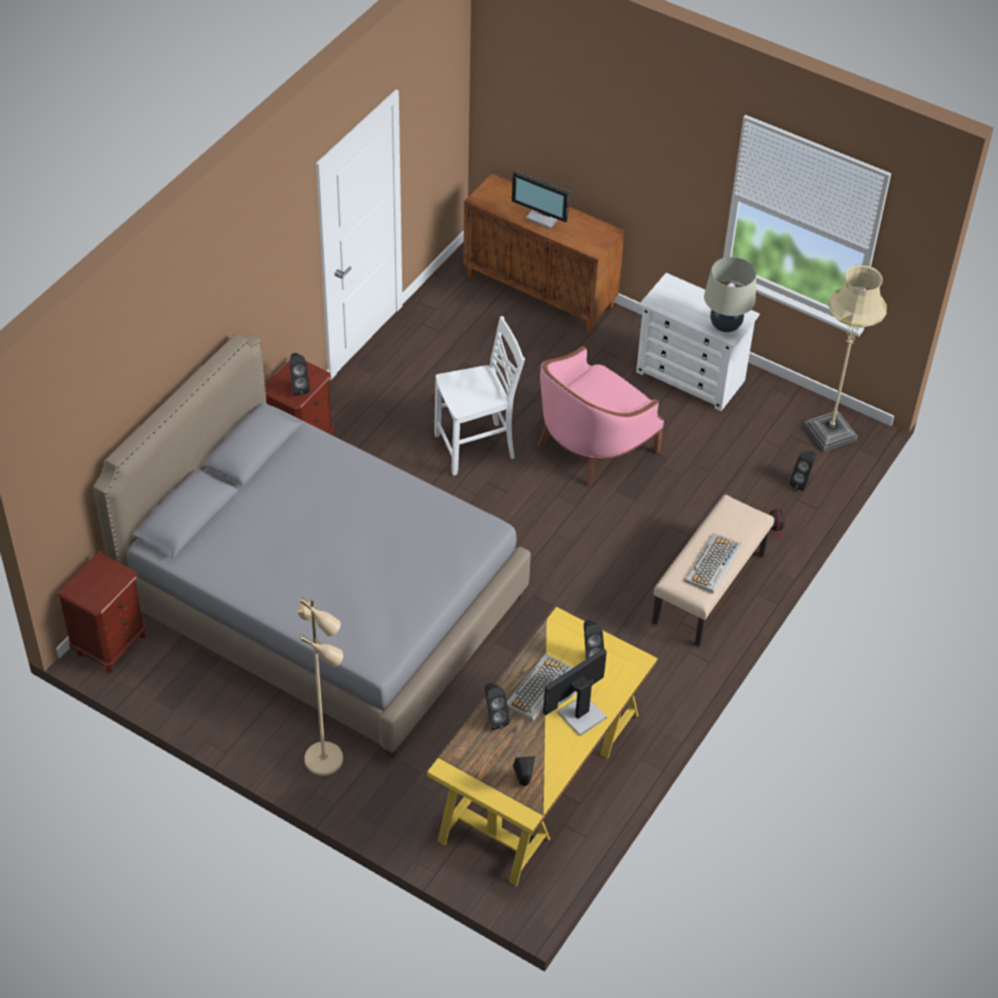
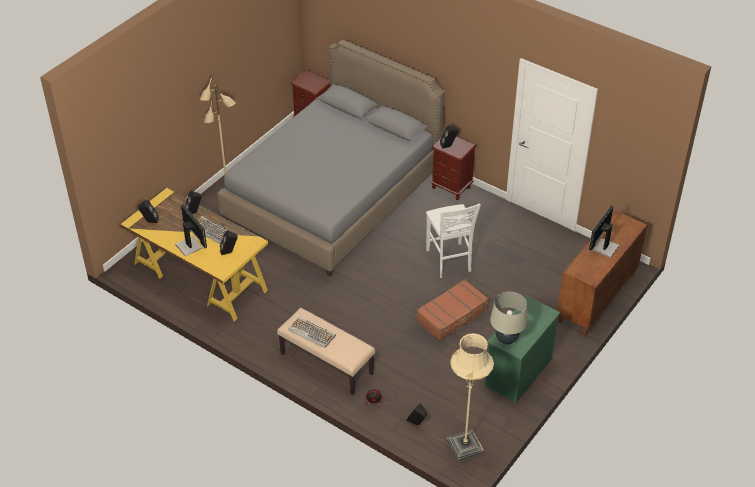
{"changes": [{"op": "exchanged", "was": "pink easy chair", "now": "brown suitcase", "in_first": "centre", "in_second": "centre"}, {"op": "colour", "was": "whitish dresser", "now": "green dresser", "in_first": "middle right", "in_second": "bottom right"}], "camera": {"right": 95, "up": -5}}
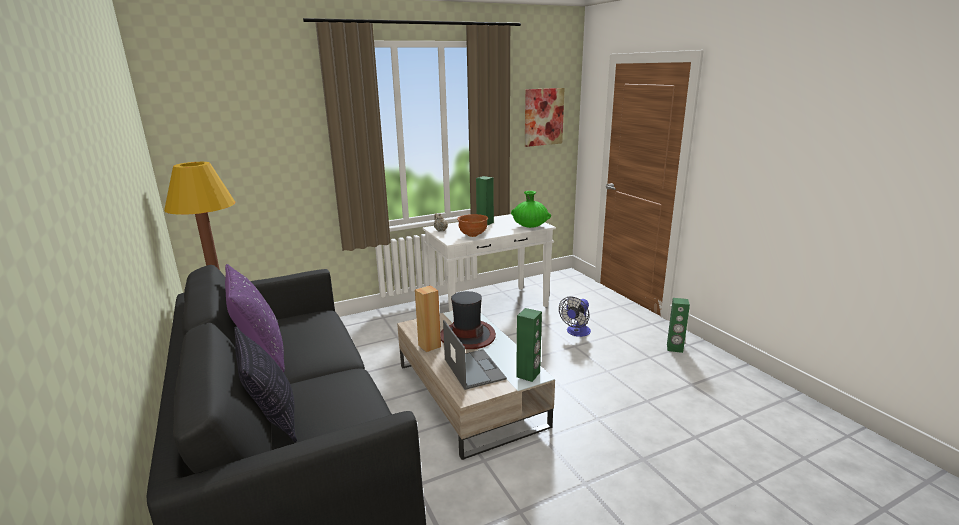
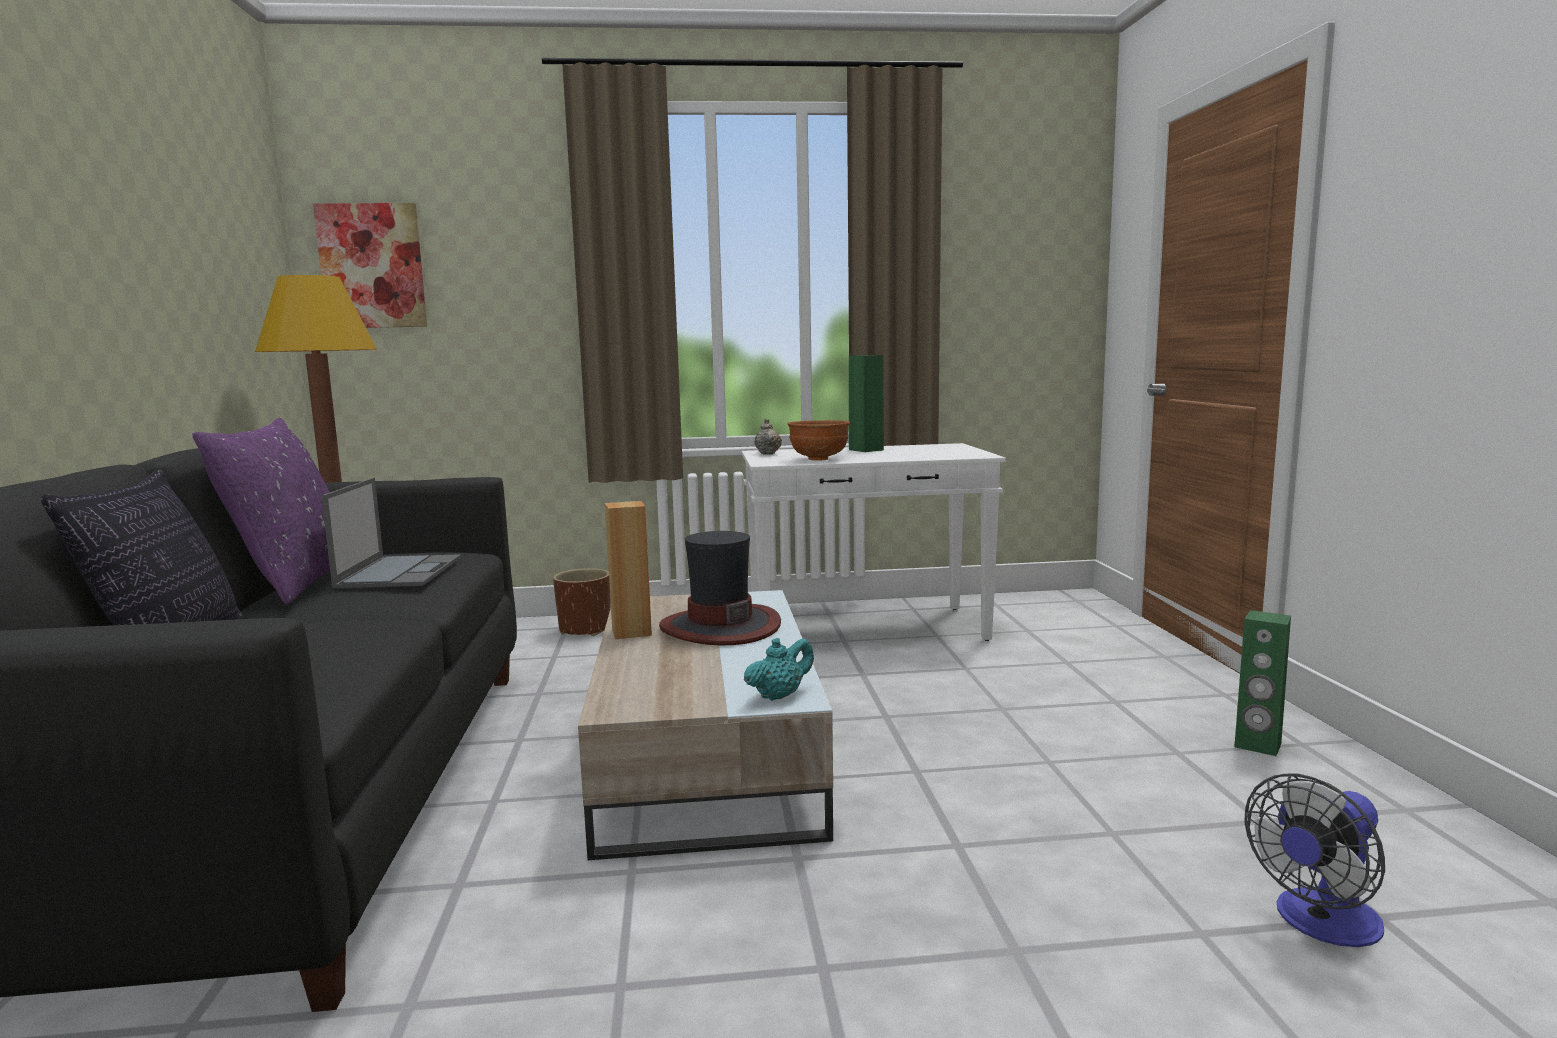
{"changes": [{"op": "missing", "was": "green vase", "in_first": "centre"}, {"op": "appeared", "now": "brown plant pot", "in_second": "centre"}, {"op": "relocated", "was": "laptop", "in_first": "bottom centre", "in_second": "middle left"}, {"op": "relocated", "was": "wall art", "in_first": "top centre", "in_second": "top left"}, {"op": "relocated", "was": "fan", "in_first": "centre", "in_second": "bottom right"}, {"op": "exchanged", "was": "green speaker (no. 2 from left)", "now": "turquoise-coloured tea pot", "in_first": "centre", "in_second": "centre"}], "camera": {"right": 20, "up": -10}}
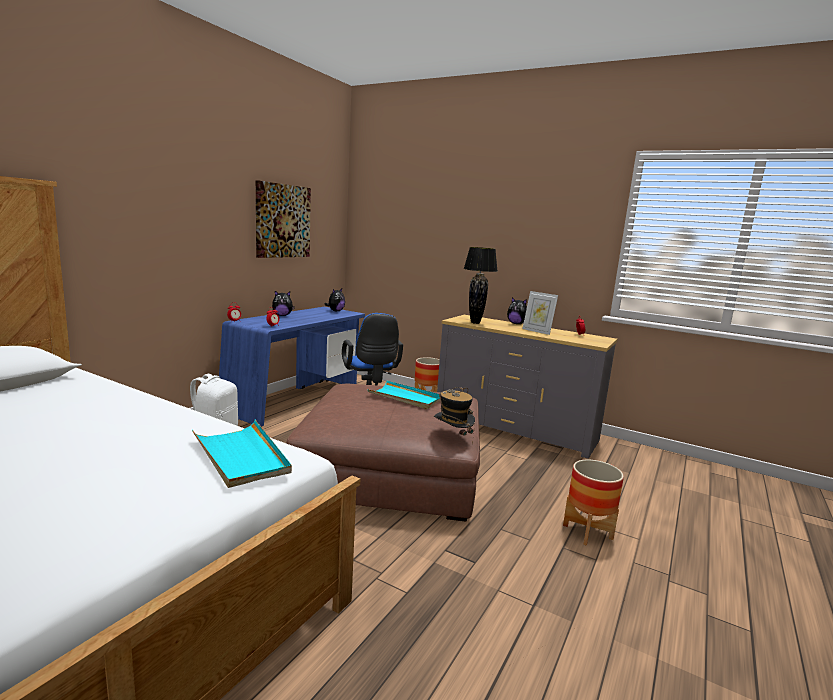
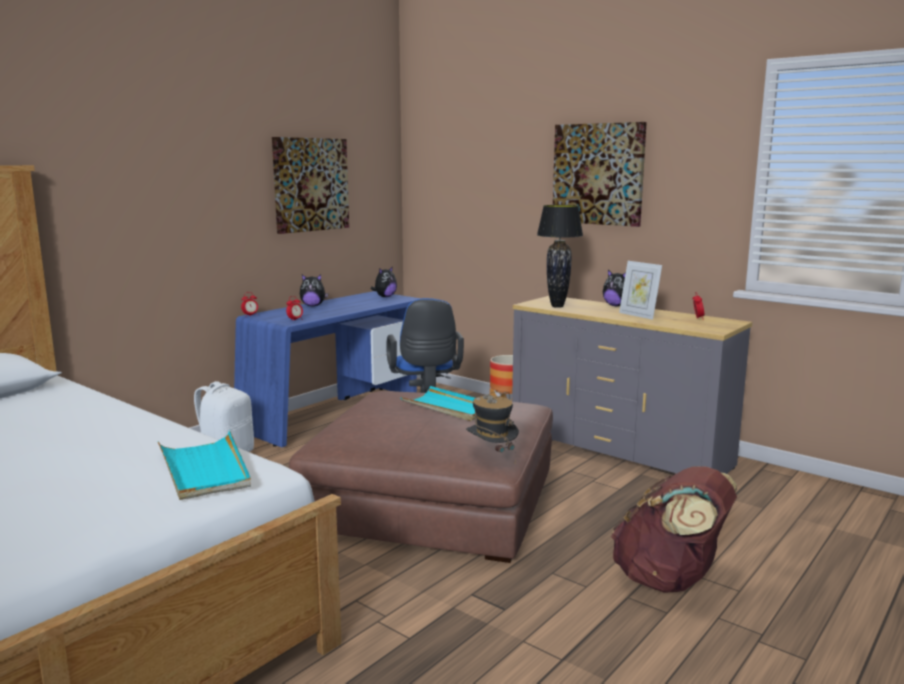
{"changes": [{"op": "appeared", "now": "wall art (no. 2 from left)", "in_second": "top centre"}, {"op": "exchanged", "was": "plant pot (no. 2 from left)", "now": "brown backpack", "in_first": "bottom right", "in_second": "bottom right"}], "camera": {"right": 10, "up": 0}}
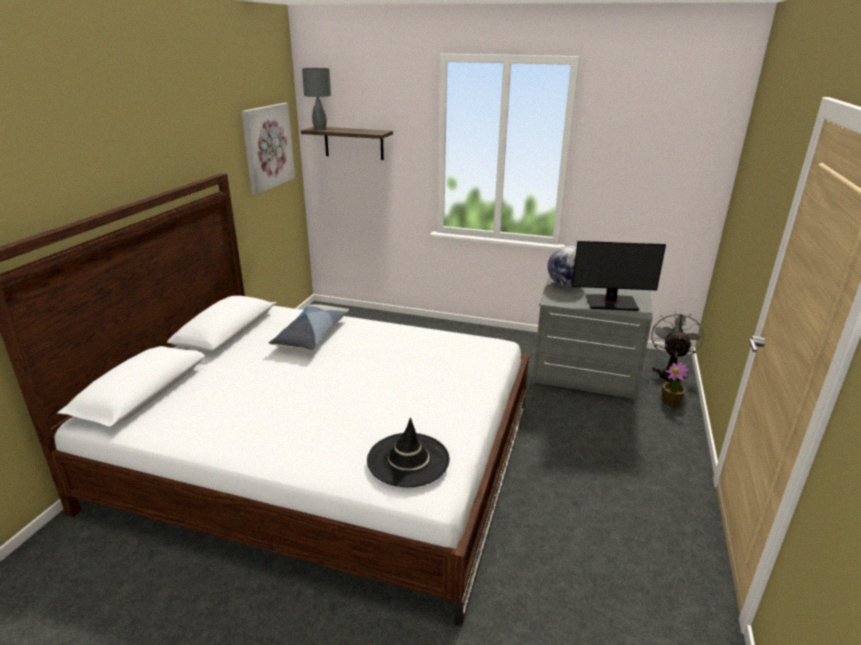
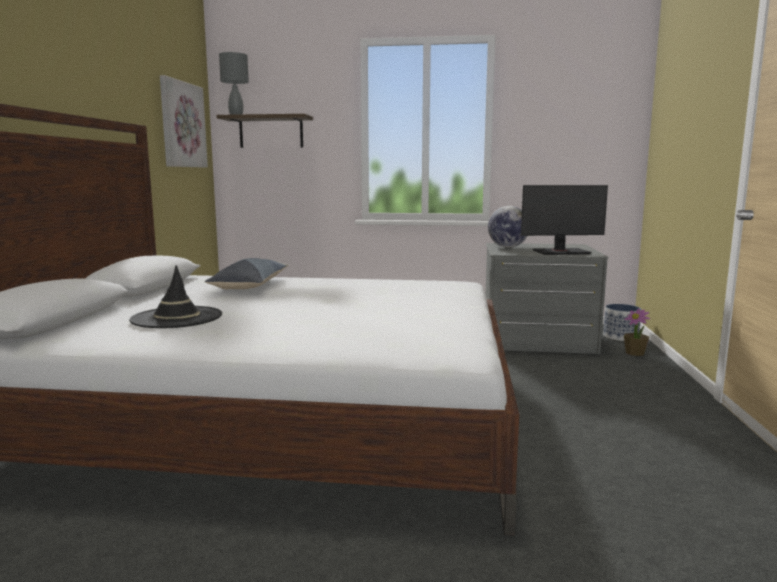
{"changes": [{"op": "relocated", "was": "blackish wearable hat", "in_first": "bottom centre", "in_second": "middle left"}, {"op": "exchanged", "was": "gray fan", "now": "plant pot", "in_first": "middle right", "in_second": "middle right"}], "camera": {"right": -10, "up": -15}}
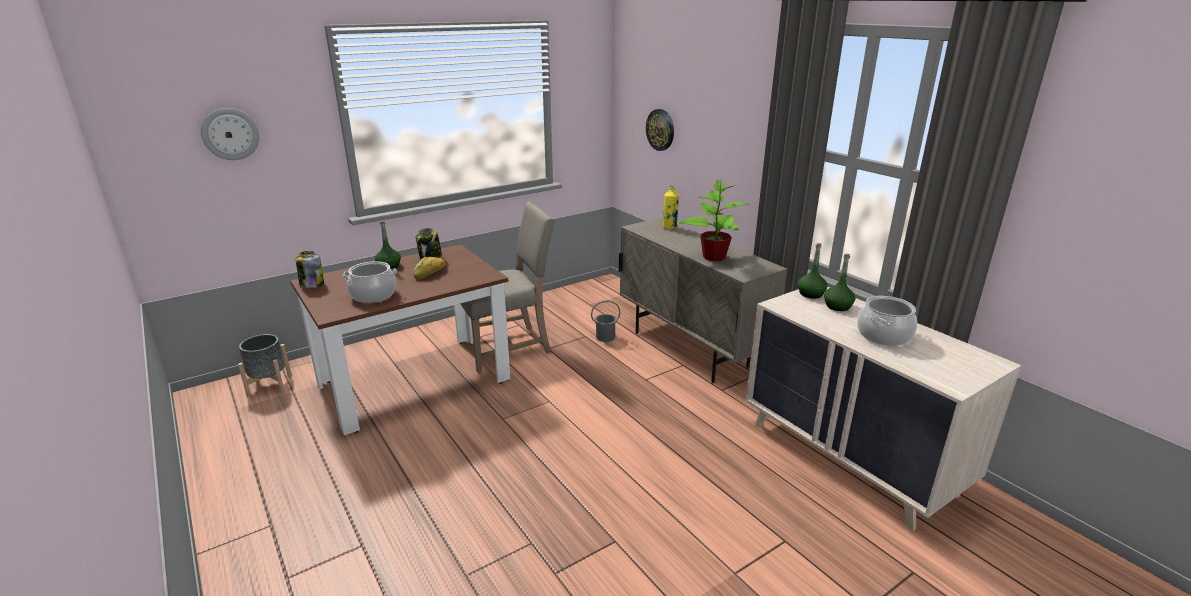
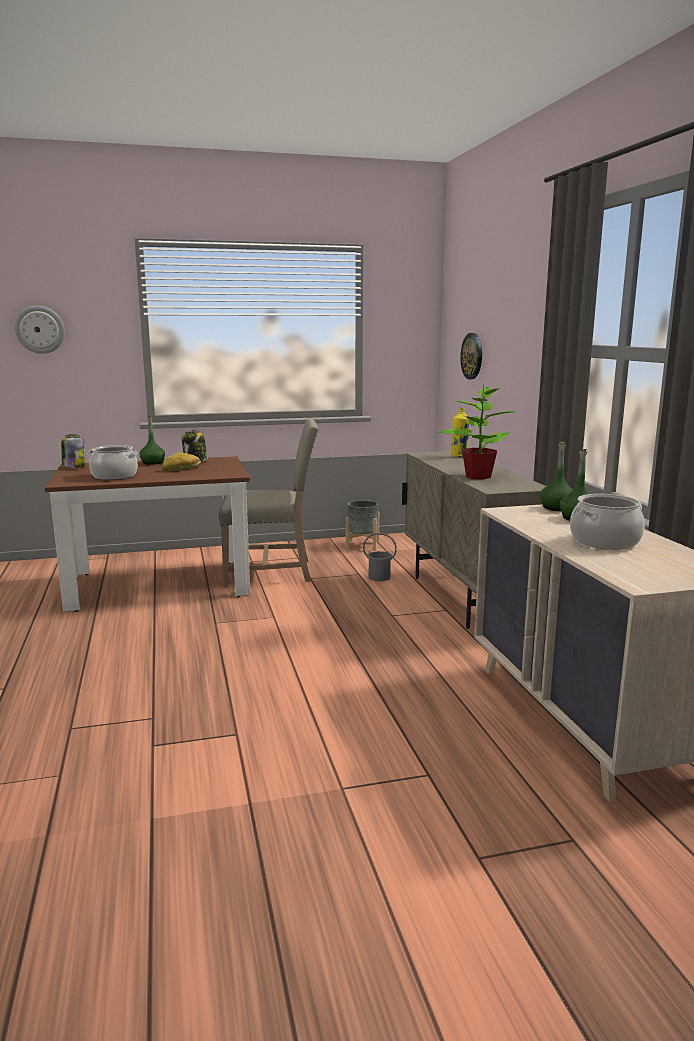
{"changes": [{"op": "relocated", "was": "gray plant pot", "in_first": "middle left", "in_second": "centre"}], "camera": {"right": 20, "up": -10}}
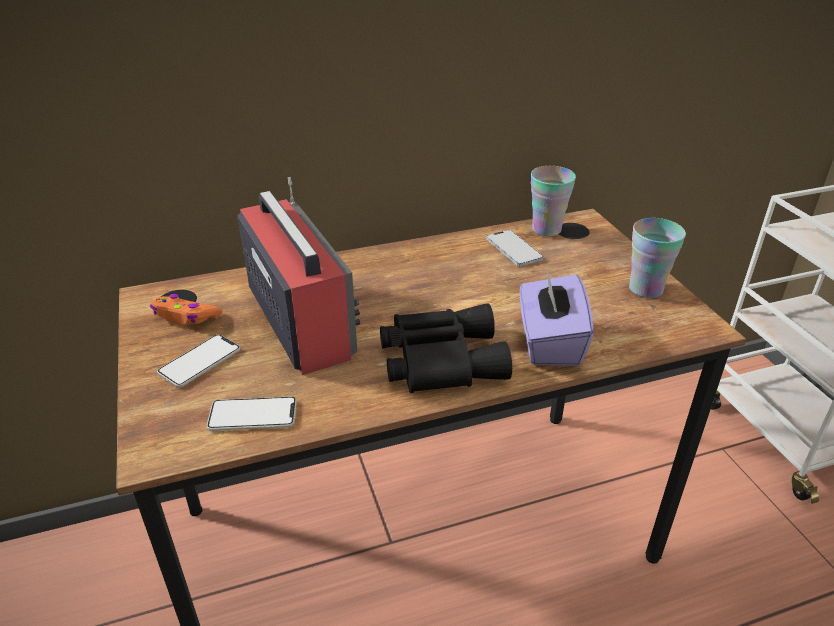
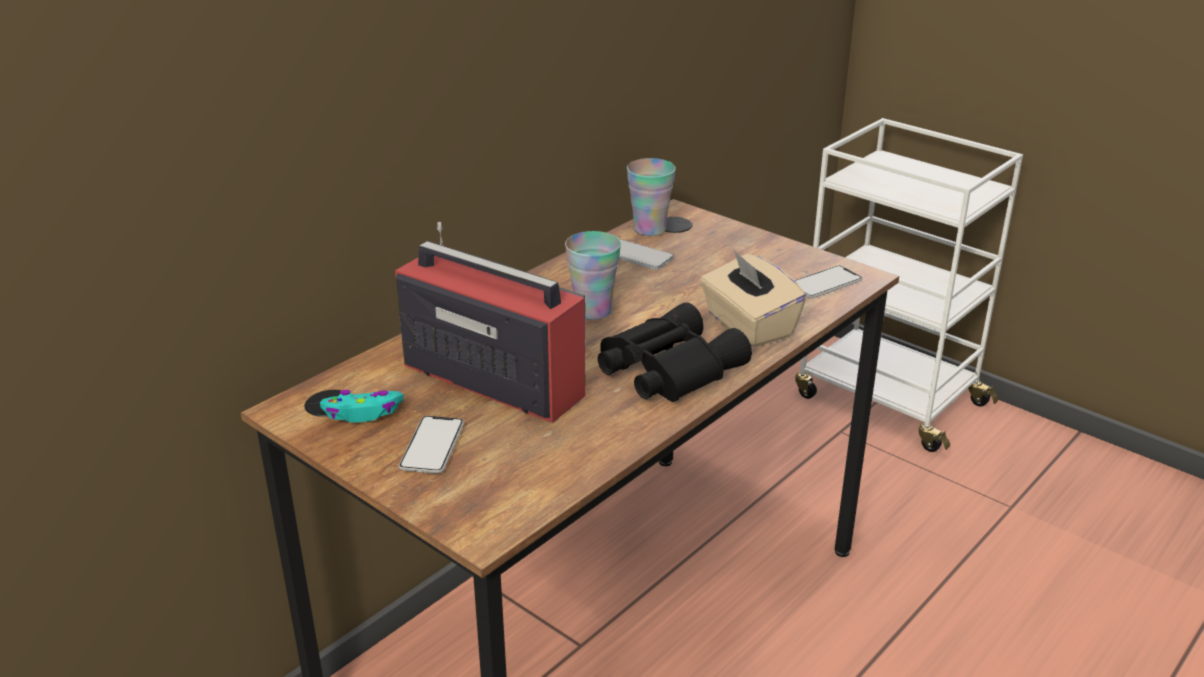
{"changes": [{"op": "relocated", "was": "phone (no. 2 from left in the first image)", "now": "phone (no. 3 from left)", "in_first": "middle left", "in_second": "middle right"}, {"op": "relocated", "was": "cup (no. 2 from left in the first image)", "now": "cup (no. 1 from left)", "in_first": "middle right", "in_second": "centre"}, {"op": "colour", "was": "orangey joypad", "now": "turquoise-coloured joypad", "in_first": "middle left", "in_second": "middle left"}, {"op": "colour", "was": "purplish tissue holder", "now": "beige tissue holder", "in_first": "middle right", "in_second": "centre"}], "camera": {"right": -30, "up": -5}}
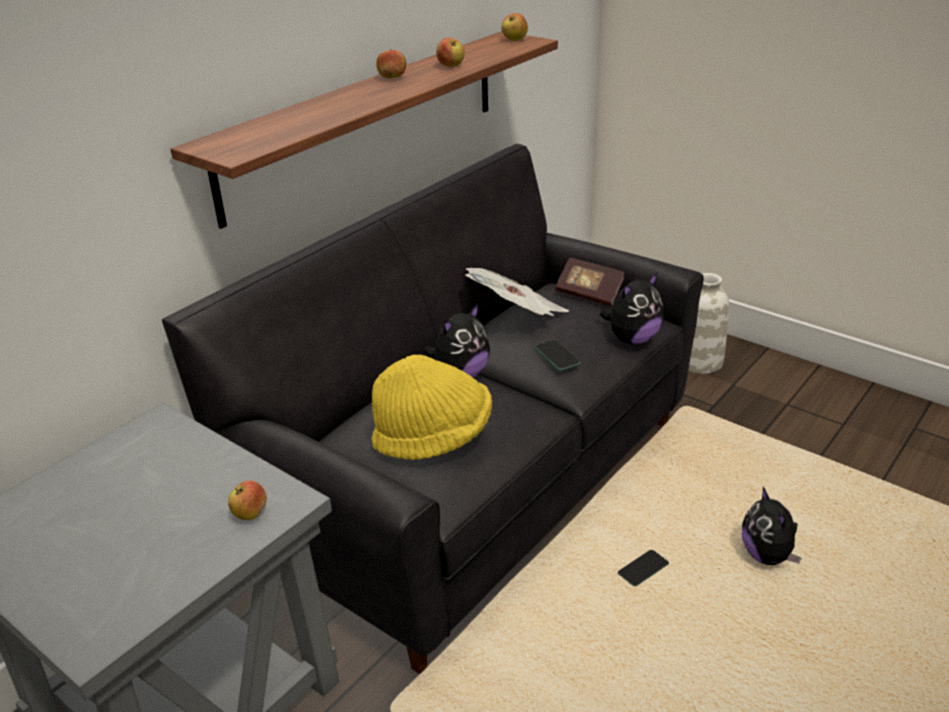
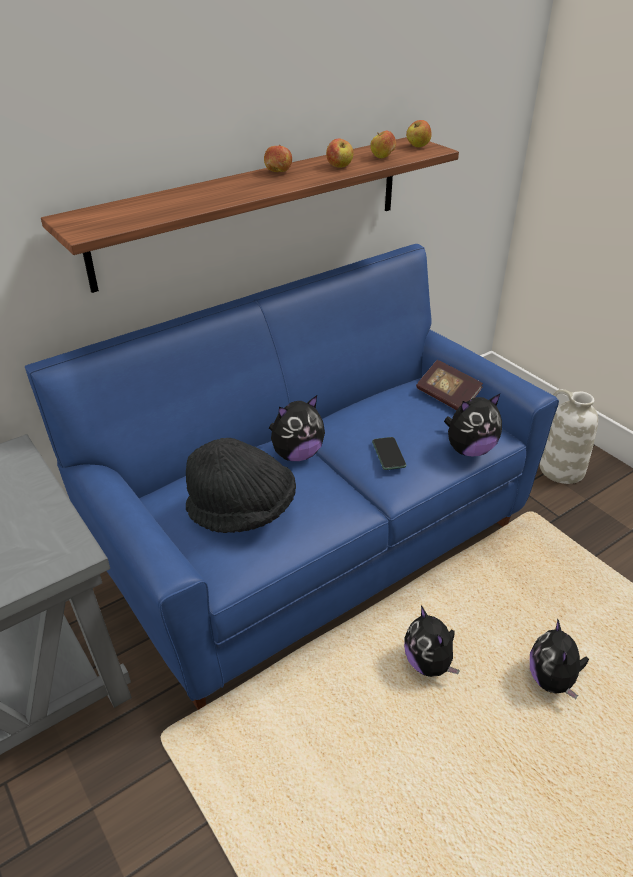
{"changes": [{"op": "missing", "was": "newspaper", "in_first": "centre"}, {"op": "relocated", "was": "whole apple (no. 1 from left in the first image)", "now": "whole apple (no. 3 from left)", "in_first": "bottom left", "in_second": "top centre"}, {"op": "exchanged", "was": "phone (no. 2 from left)", "now": "plush toy (no. 2 from left)", "in_first": "bottom right", "in_second": "bottom right"}, {"op": "colour", "was": "blackish sofa", "now": "bluish sofa", "in_first": "centre", "in_second": "centre"}, {"op": "colour", "was": "yellow wearable hat", "now": "blackish wearable hat", "in_first": "centre", "in_second": "centre"}], "camera": {"right": 15, "up": 5}}
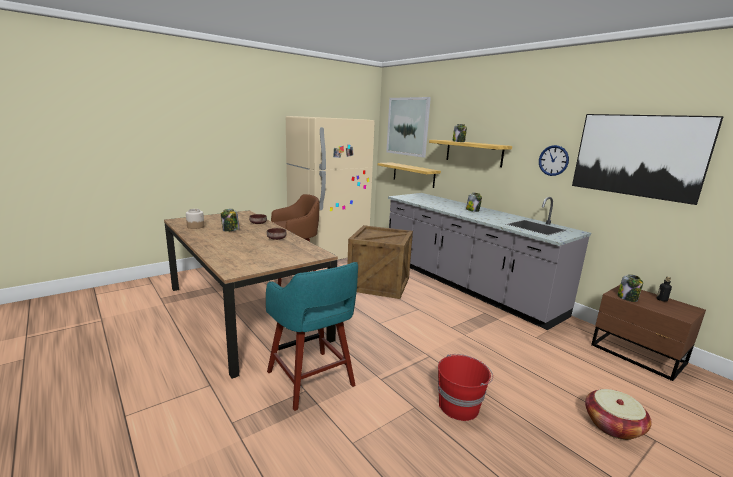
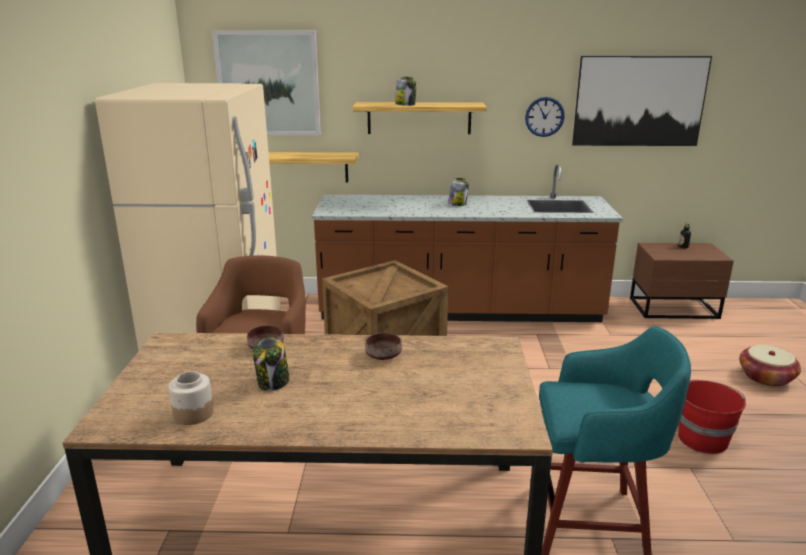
{"changes": [{"op": "missing", "was": "jar (no. 5 from left)", "in_first": "middle right"}, {"op": "colour", "was": "gray counter", "now": "brown counter", "in_first": "middle right", "in_second": "centre"}], "camera": {"right": -50, "up": 5}}
